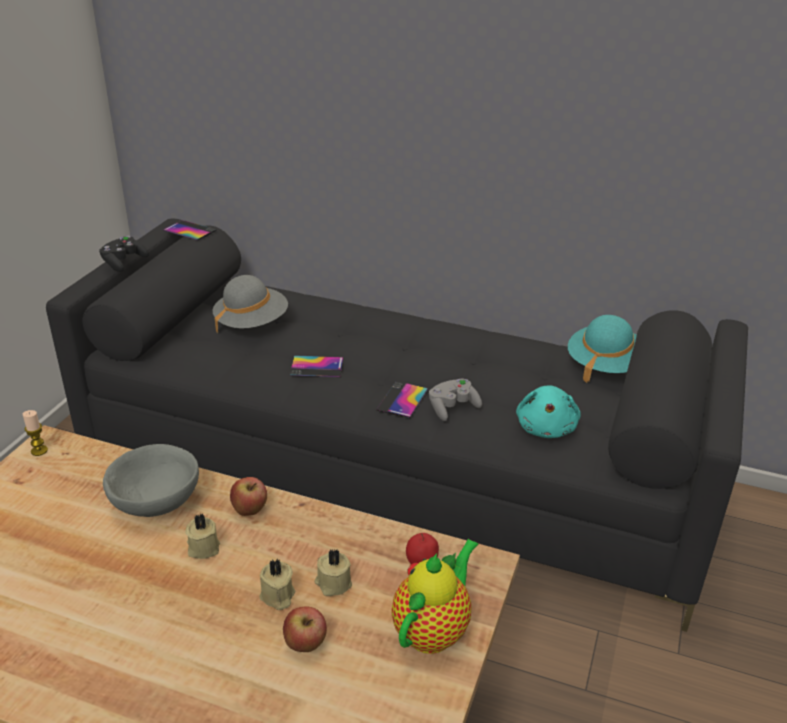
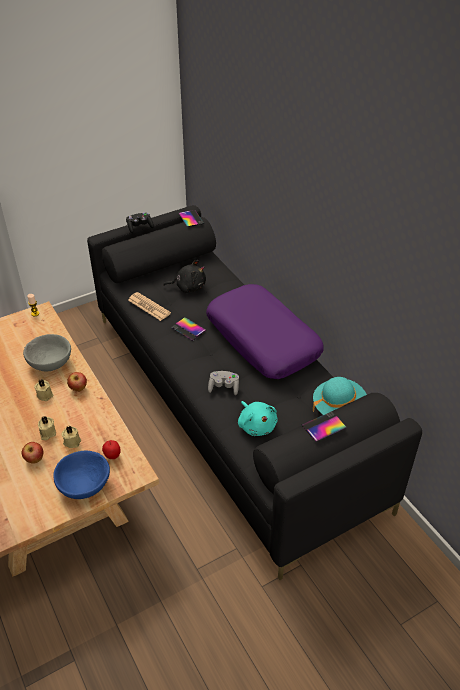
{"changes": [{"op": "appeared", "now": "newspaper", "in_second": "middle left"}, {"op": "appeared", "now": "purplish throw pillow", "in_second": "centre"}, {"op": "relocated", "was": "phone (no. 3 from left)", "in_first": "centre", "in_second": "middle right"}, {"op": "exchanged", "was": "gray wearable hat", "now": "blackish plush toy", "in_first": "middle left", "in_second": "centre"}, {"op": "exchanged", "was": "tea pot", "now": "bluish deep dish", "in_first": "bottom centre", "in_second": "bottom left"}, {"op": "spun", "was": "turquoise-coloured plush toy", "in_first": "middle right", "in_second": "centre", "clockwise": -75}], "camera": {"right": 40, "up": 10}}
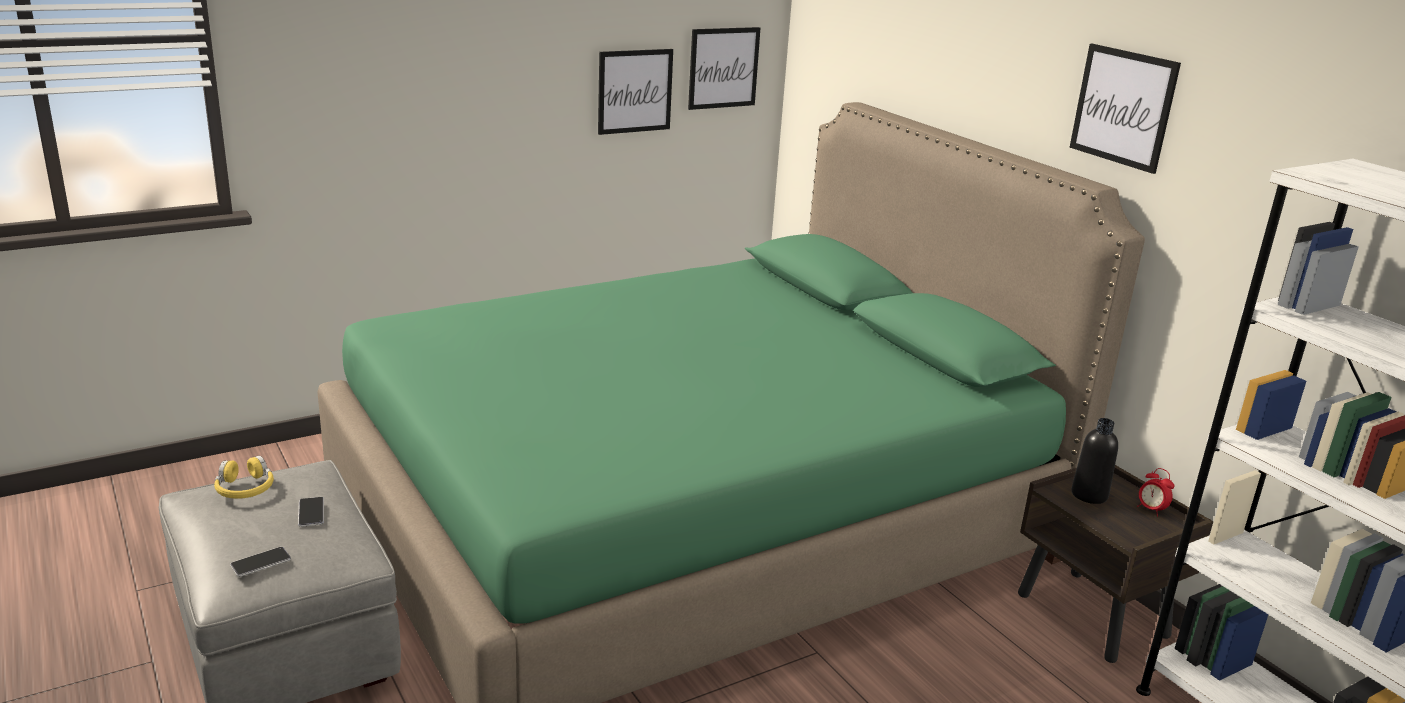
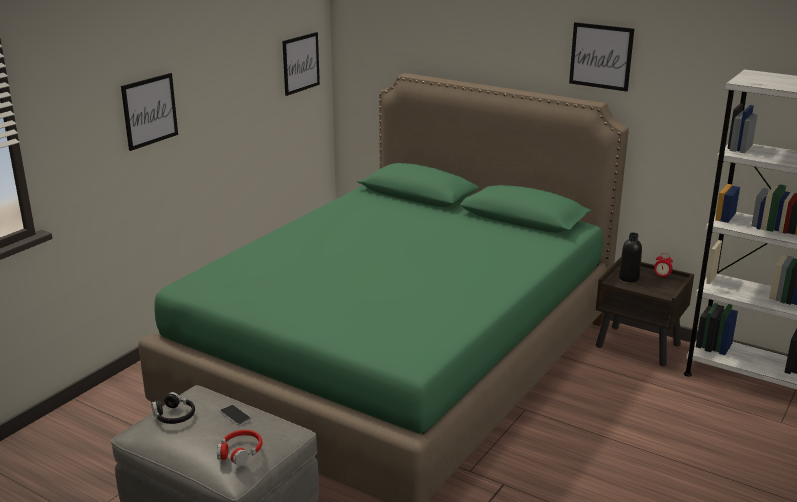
{"changes": [{"op": "relocated", "was": "wall art (no. 1 from left)", "in_first": "top centre", "in_second": "top left"}, {"op": "exchanged", "was": "phone (no. 1 from left)", "now": "reddish headset", "in_first": "bottom left", "in_second": "bottom left"}, {"op": "colour", "was": "yellow headset", "now": "blackish headset", "in_first": "bottom left", "in_second": "bottom left"}], "camera": {"right": -25, "up": 0}}
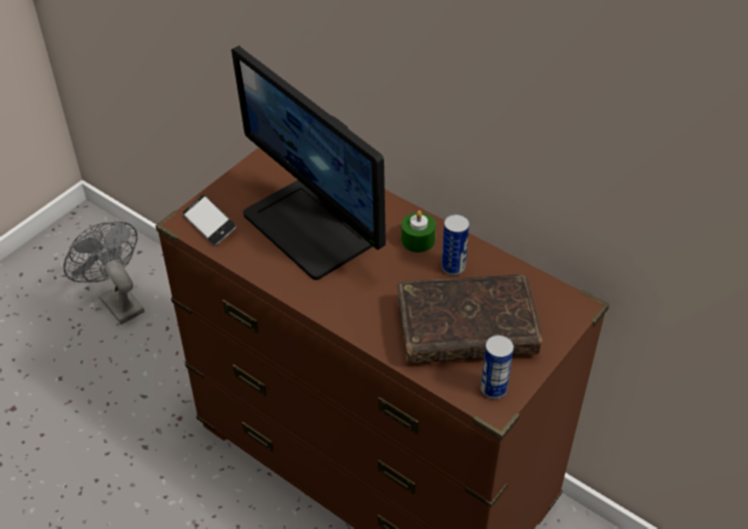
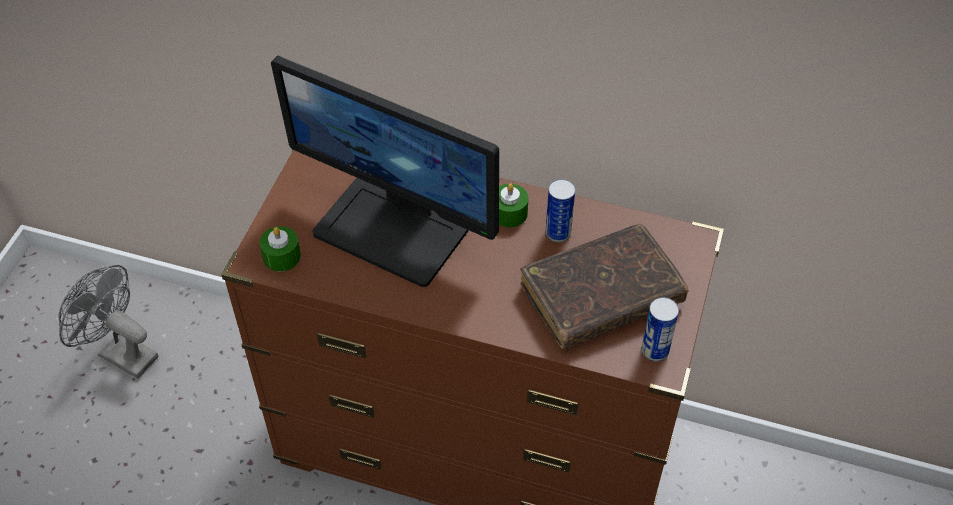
{"changes": [{"op": "exchanged", "was": "phone", "now": "green candle (no. 1 from left)", "in_first": "middle left", "in_second": "middle left"}], "camera": {"right": -20, "up": 5}}
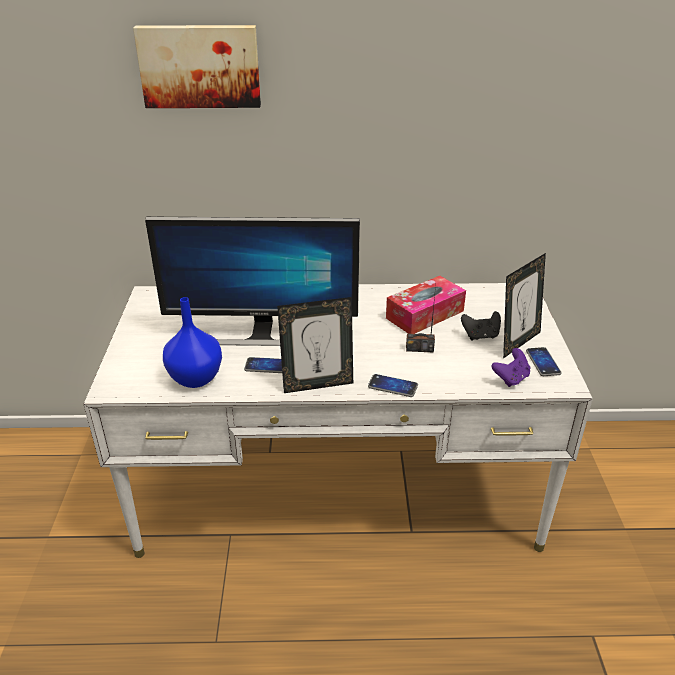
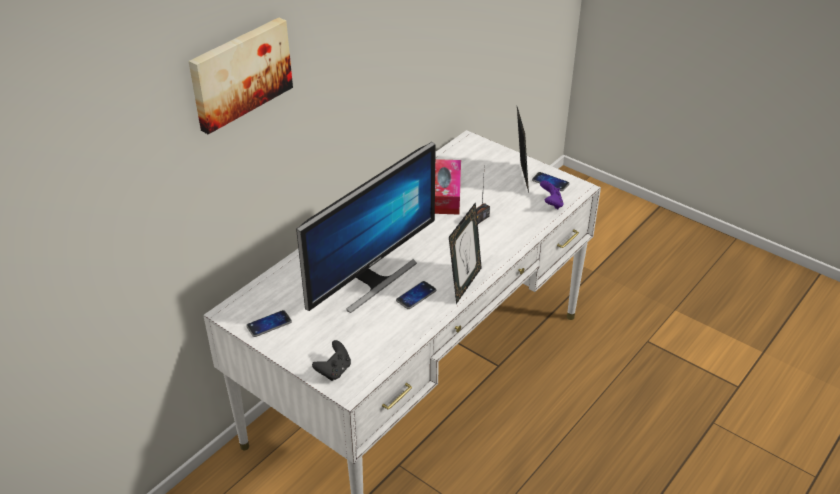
{"changes": [{"op": "missing", "was": "bluish vase", "in_first": "middle left"}, {"op": "relocated", "was": "phone (no. 2 from left in the first image)", "now": "phone (no. 1 from left)", "in_first": "centre", "in_second": "middle left"}, {"op": "relocated", "was": "blackish joypad", "in_first": "middle right", "in_second": "bottom centre"}], "camera": {"right": -50, "up": 5}}
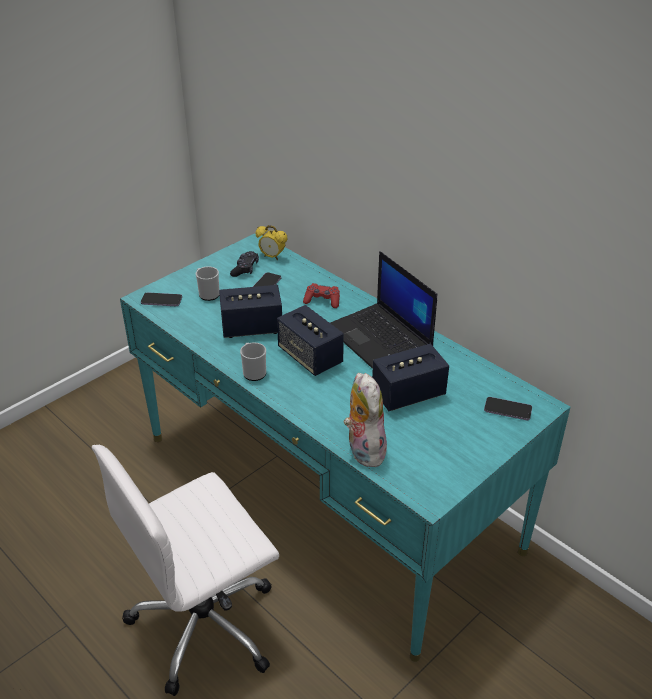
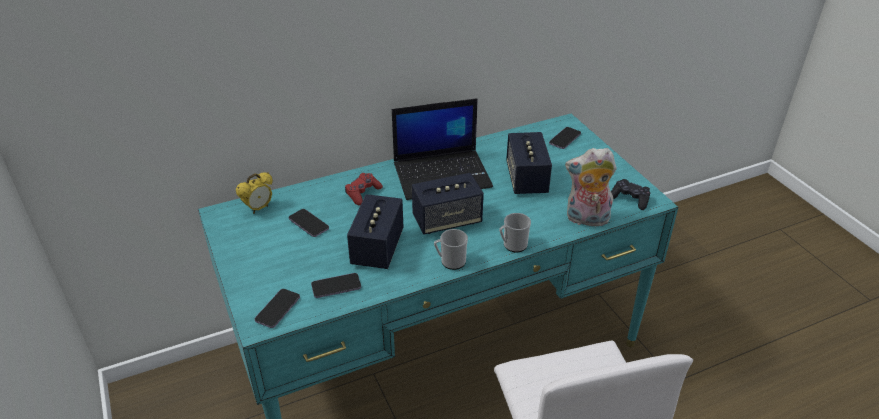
{"changes": [{"op": "appeared", "now": "phone (no. 3 from left)", "in_second": "bottom centre"}, {"op": "relocated", "was": "coffee mug (no. 1 from left in the first image)", "now": "coffee mug (no. 2 from left)", "in_first": "middle left", "in_second": "centre"}, {"op": "relocated", "was": "blackish joypad", "in_first": "centre", "in_second": "middle right"}], "camera": {"right": -70, "up": 0}}
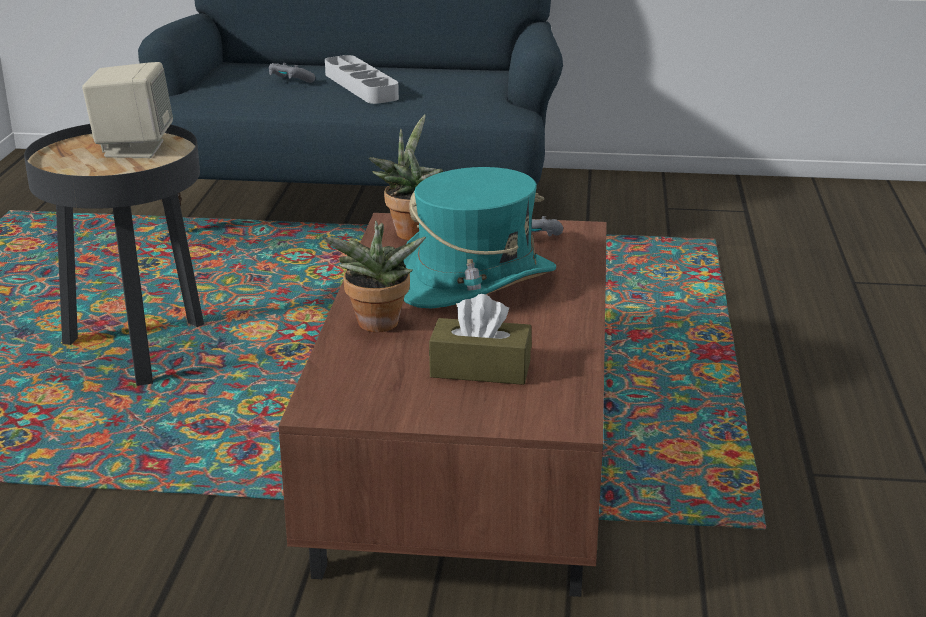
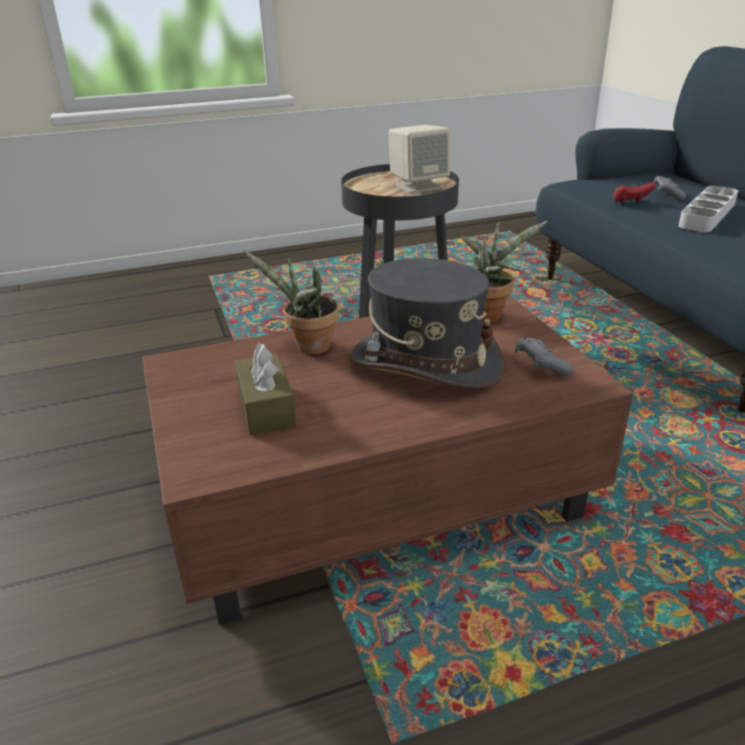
{"changes": [{"op": "appeared", "now": "reddish joypad", "in_second": "top right"}, {"op": "colour", "was": "turquoise-coloured wearable hat", "now": "gray wearable hat", "in_first": "centre", "in_second": "centre"}], "camera": {"right": 65, "up": 5}}
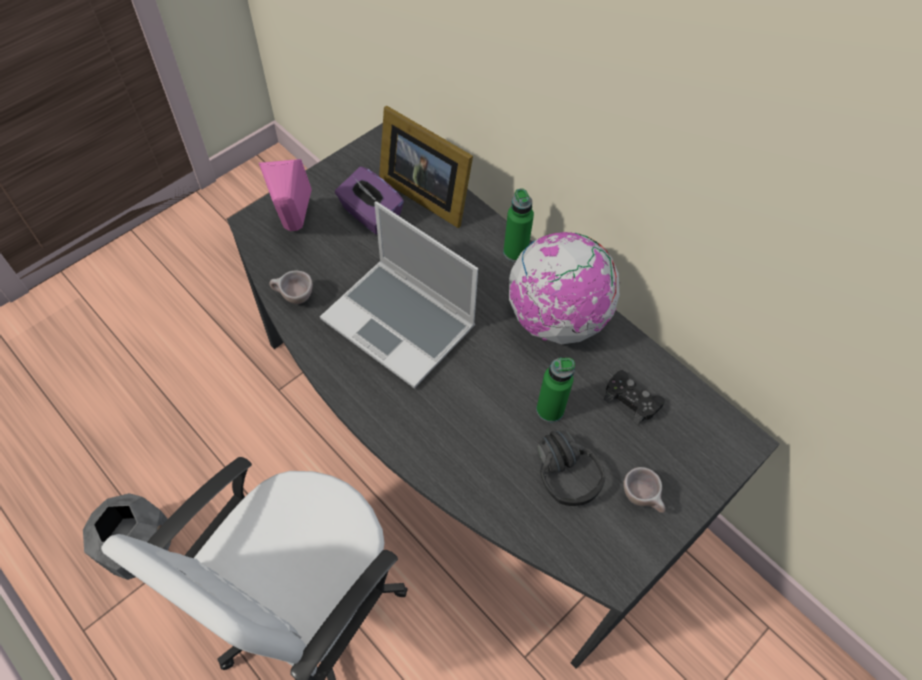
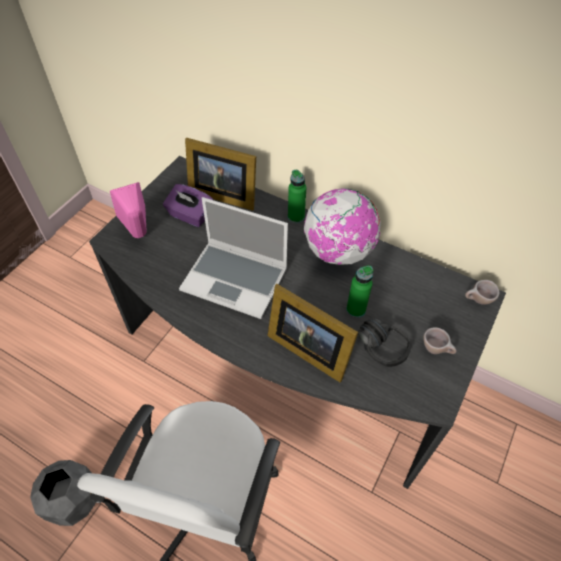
{"changes": [{"op": "missing", "was": "blackish joypad", "in_first": "middle right"}, {"op": "appeared", "now": "standing frame (no. 2 from left)", "in_second": "centre"}, {"op": "relocated", "was": "beige cup (no. 1 from left in the first image)", "now": "beige cup (no. 2 from left)", "in_first": "middle left", "in_second": "middle right"}], "camera": {"right": -15, "up": -5}}
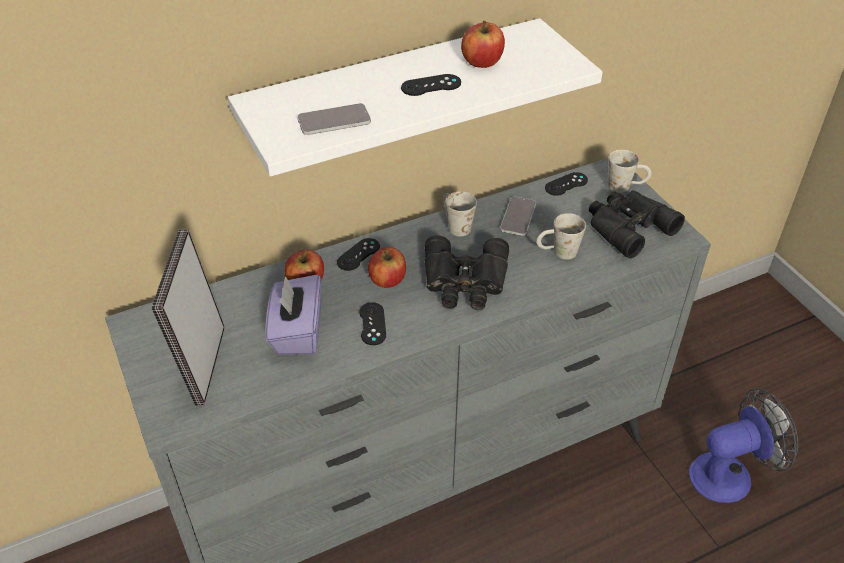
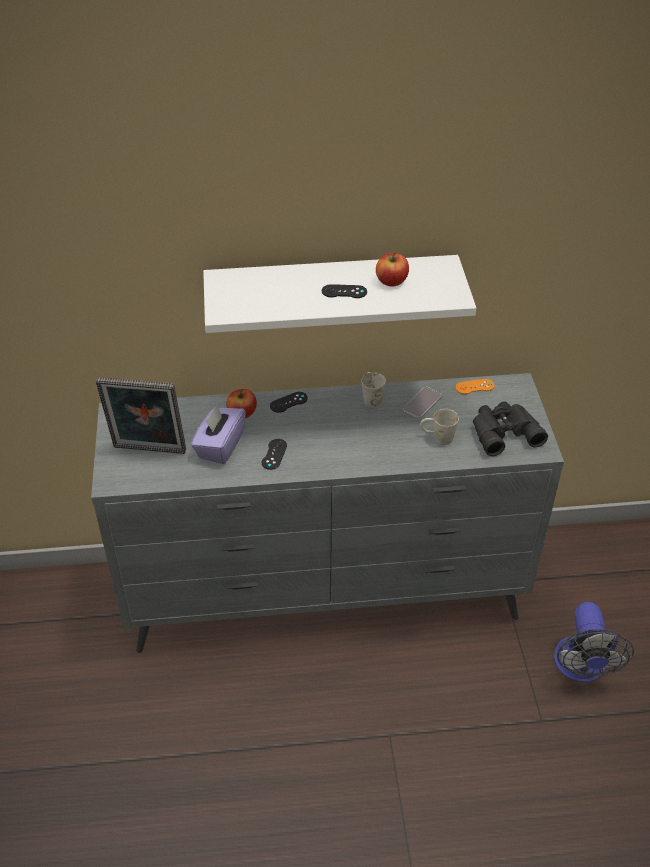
{"changes": [{"op": "missing", "was": "phone (no. 1 from left)", "in_first": "top centre"}, {"op": "missing", "was": "whole apple (no. 2 from left)", "in_first": "centre"}, {"op": "missing", "was": "blackish field glasses (no. 1 from left)", "in_first": "centre"}, {"op": "missing", "was": "whitish coffee mug (no. 3 from left)", "in_first": "top right"}, {"op": "colour", "was": "blackish joypad (no. 4 from left)", "now": "orangey joypad", "in_first": "top right", "in_second": "middle right"}, {"op": "spun", "was": "standing frame", "in_first": "middle left", "in_second": "middle left", "clockwise": -105}, {"op": "spun", "was": "fan", "in_first": "bottom right", "in_second": "bottom right", "clockwise": 90}], "camera": {"right": 20, "up": 0}}
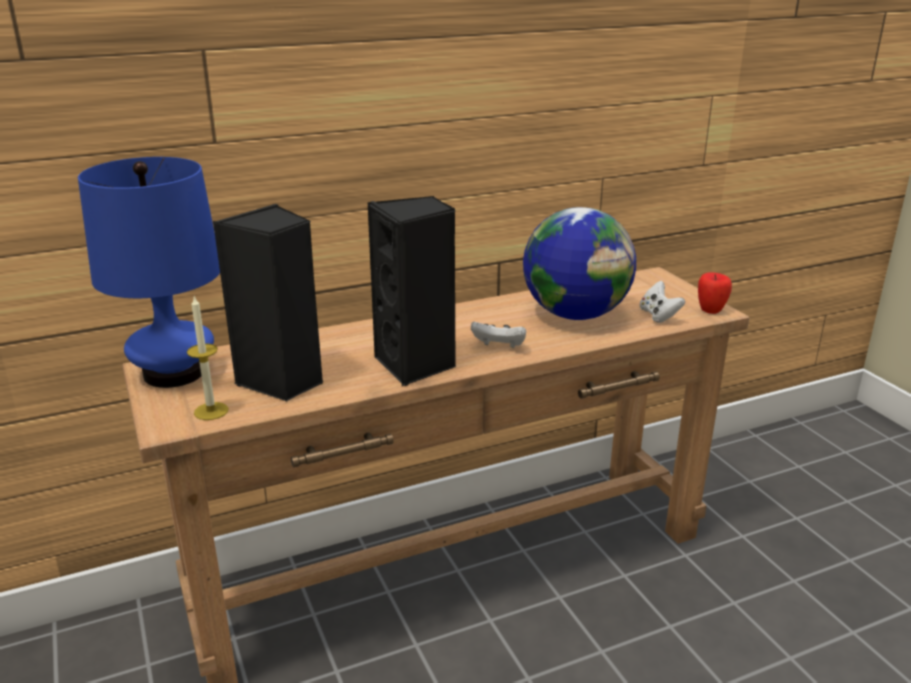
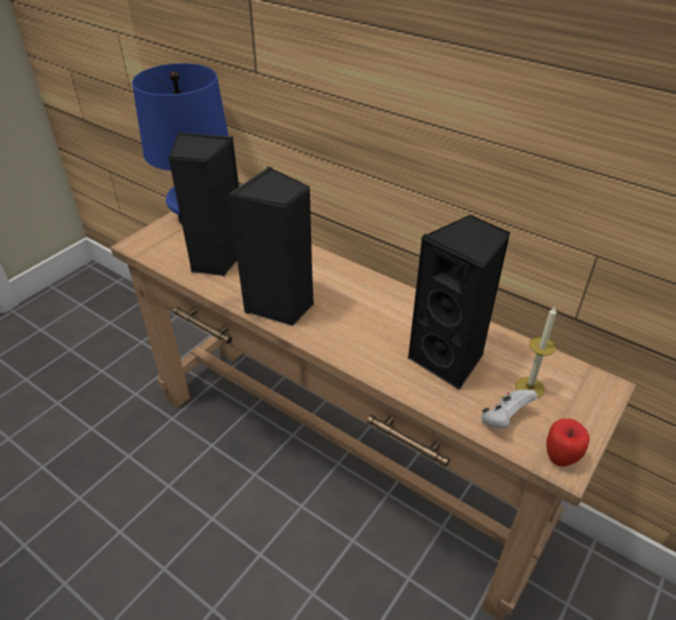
{"changes": [{"op": "missing", "was": "whitish joypad (no. 1 from left)", "in_first": "centre"}, {"op": "relocated", "was": "candle", "in_first": "middle left", "in_second": "middle right"}, {"op": "exchanged", "was": "globe", "now": "blackish speaker (no. 3 from left)", "in_first": "centre", "in_second": "middle right"}], "camera": {"right": 60, "up": 15}}
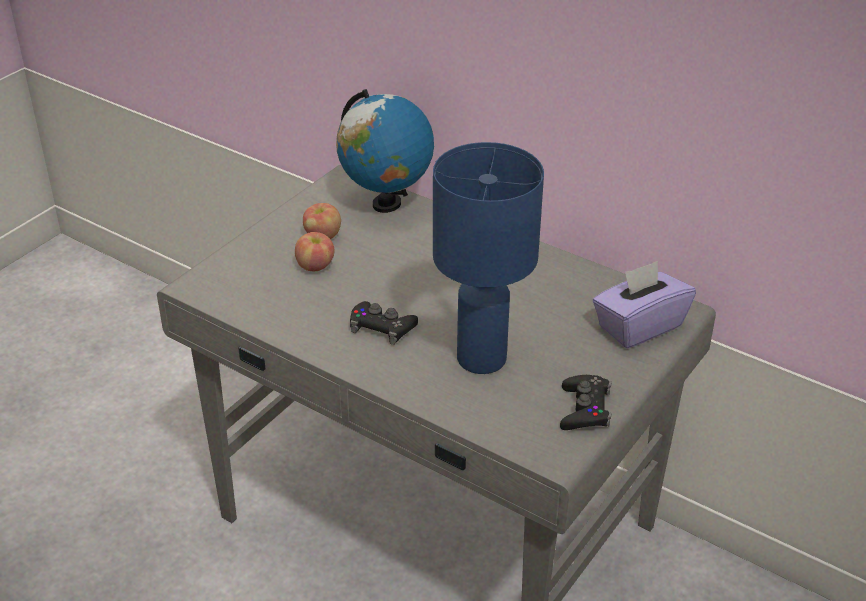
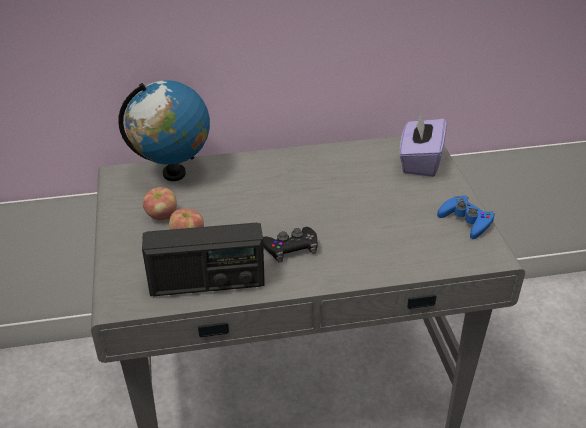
{"changes": [{"op": "missing", "was": "bluish table lamp", "in_first": "centre"}, {"op": "appeared", "now": "radio set", "in_second": "centre"}, {"op": "colour", "was": "blackish joypad (no. 2 from left)", "now": "bluish joypad", "in_first": "bottom right", "in_second": "middle right"}], "camera": {"right": -45, "up": 0}}
